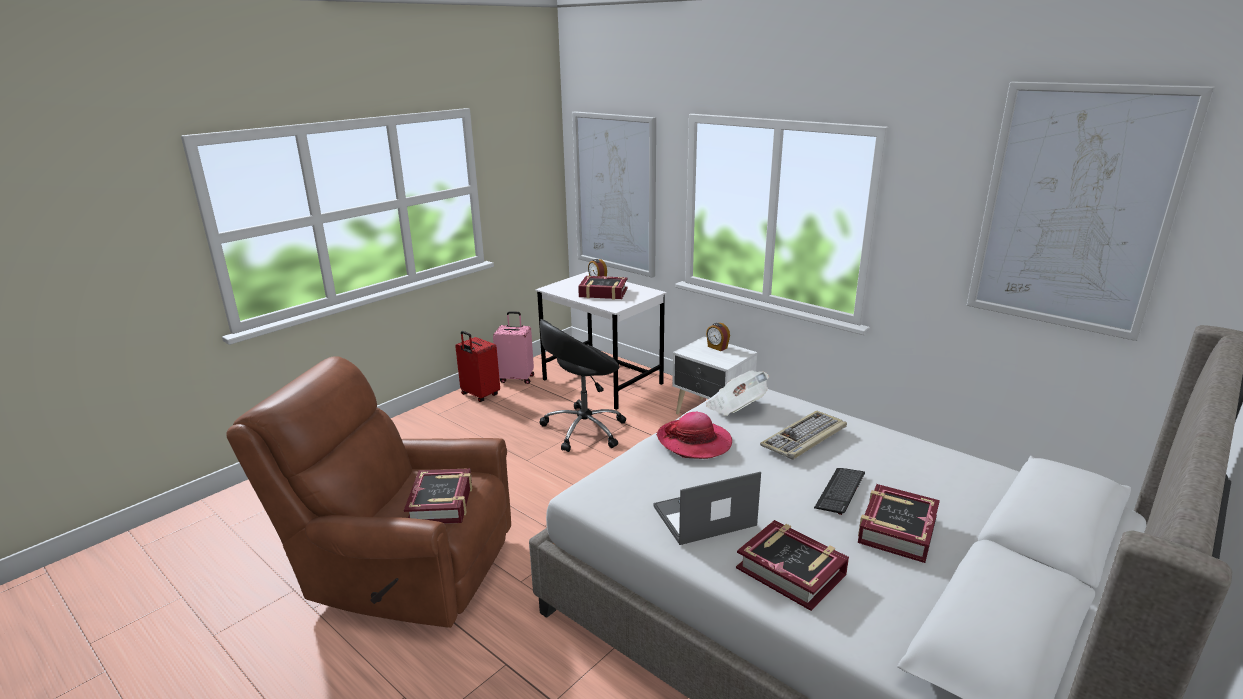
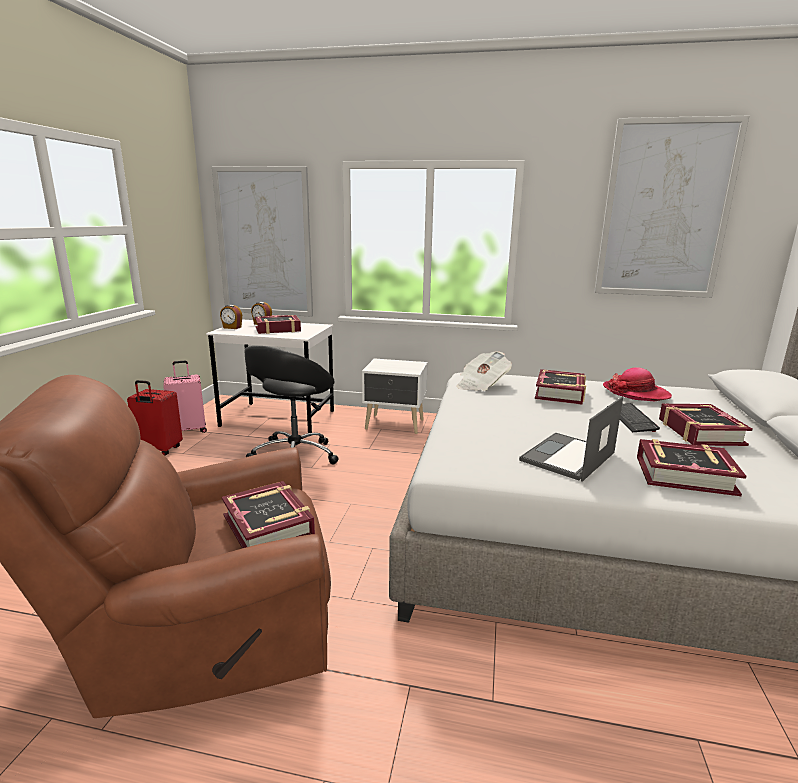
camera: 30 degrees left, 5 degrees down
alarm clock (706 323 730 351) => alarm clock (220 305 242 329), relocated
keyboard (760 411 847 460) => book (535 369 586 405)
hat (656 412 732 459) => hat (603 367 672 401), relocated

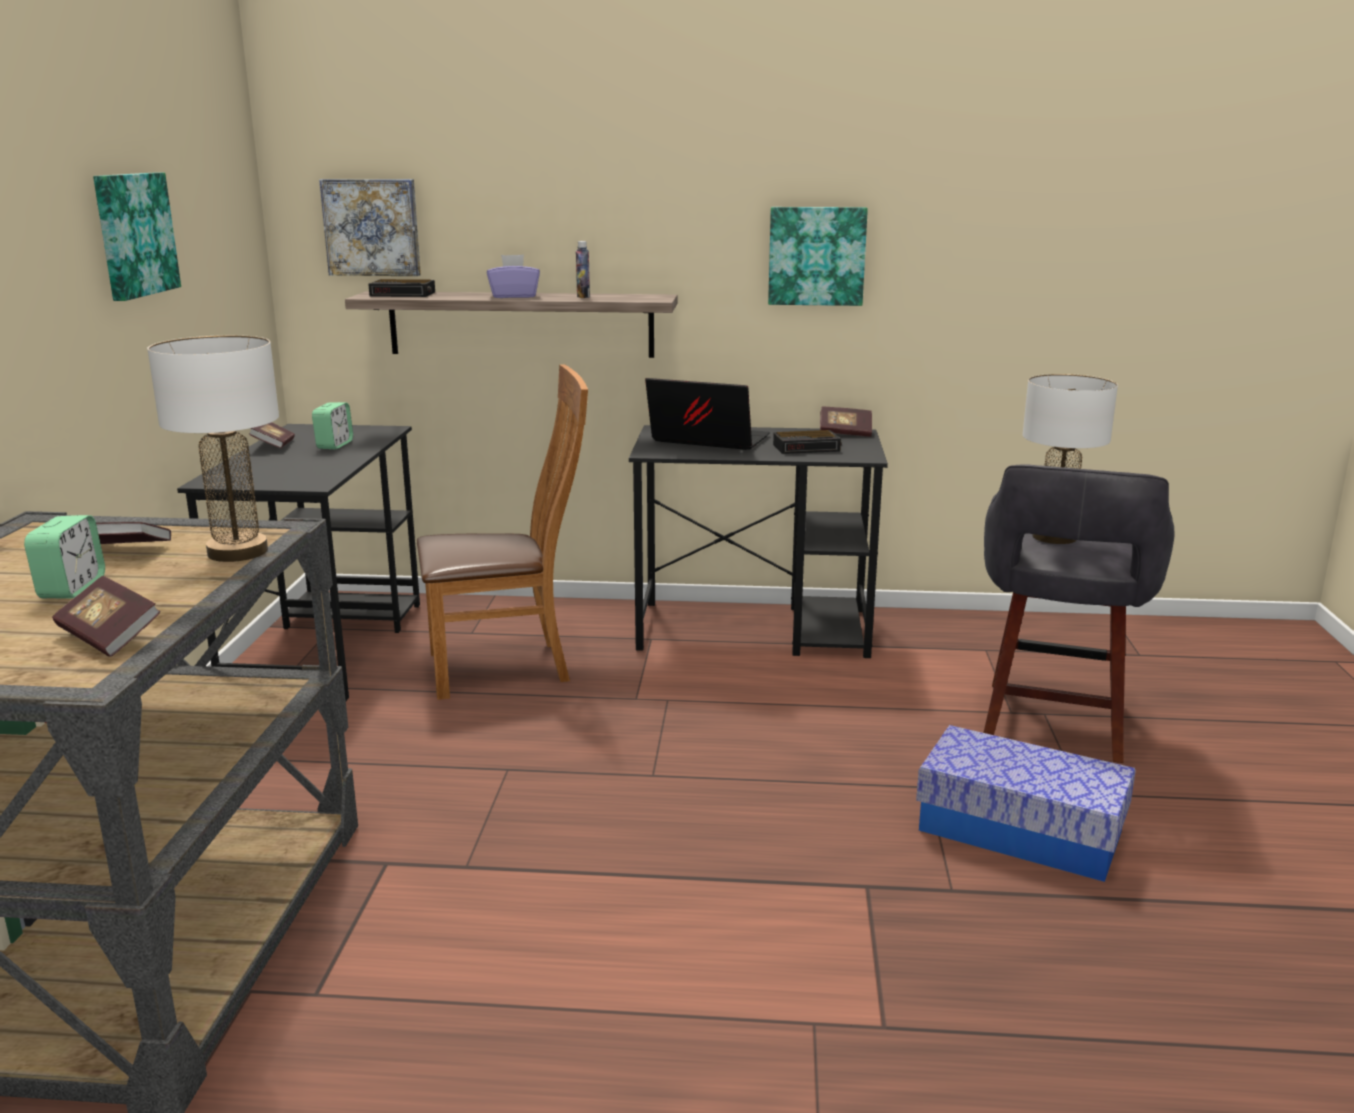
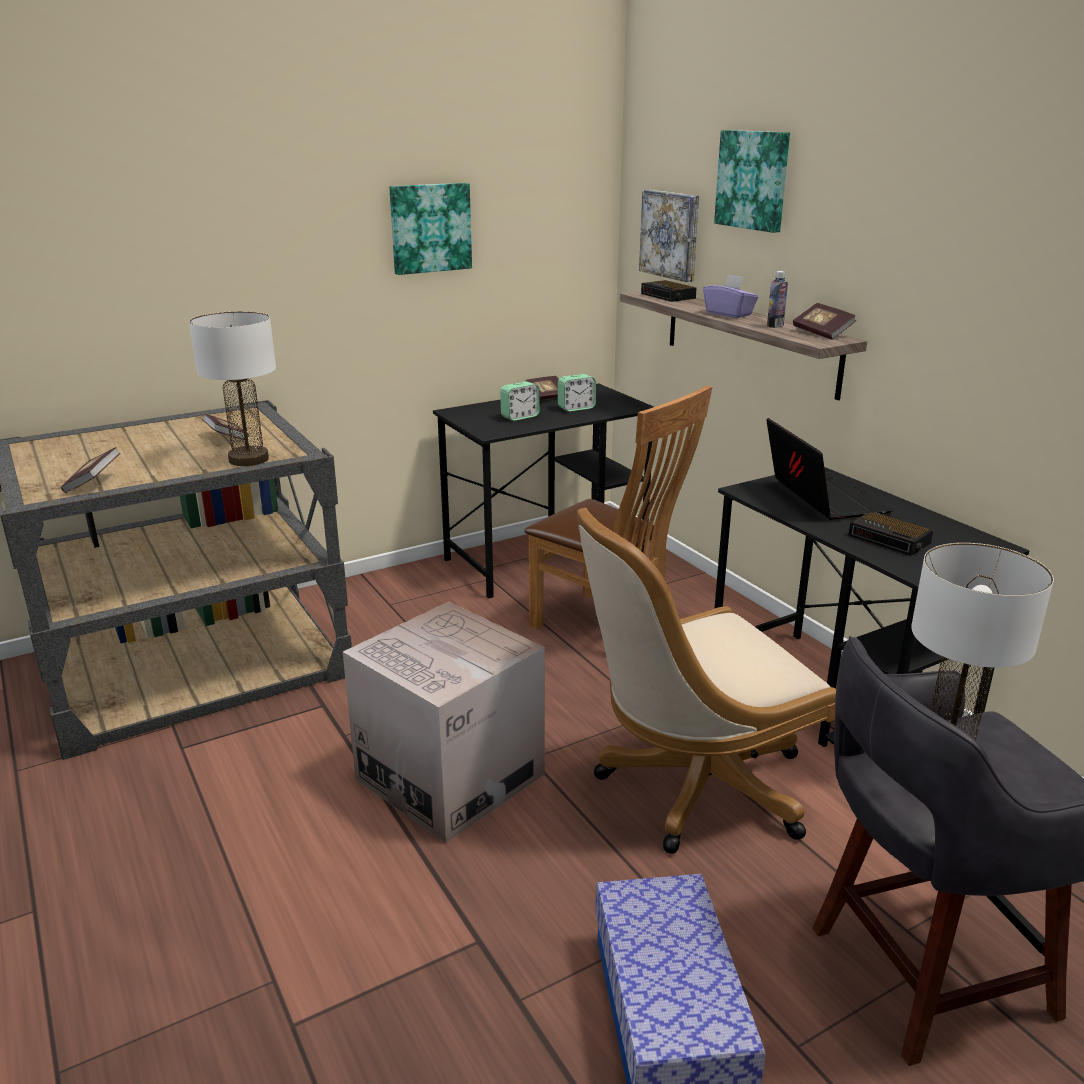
camera: 55 degrees right, 5 degrees up
nothing => cardboard box (343 602 545 843)
alarm clock (24 515 105 598) => alarm clock (500 381 540 421), relocated
nothing => office chair (577 508 836 854)
picture (768 207 868 306) => picture (714 130 790 233), relocated
book (820 407 872 437) => book (793 303 856 340), relocated

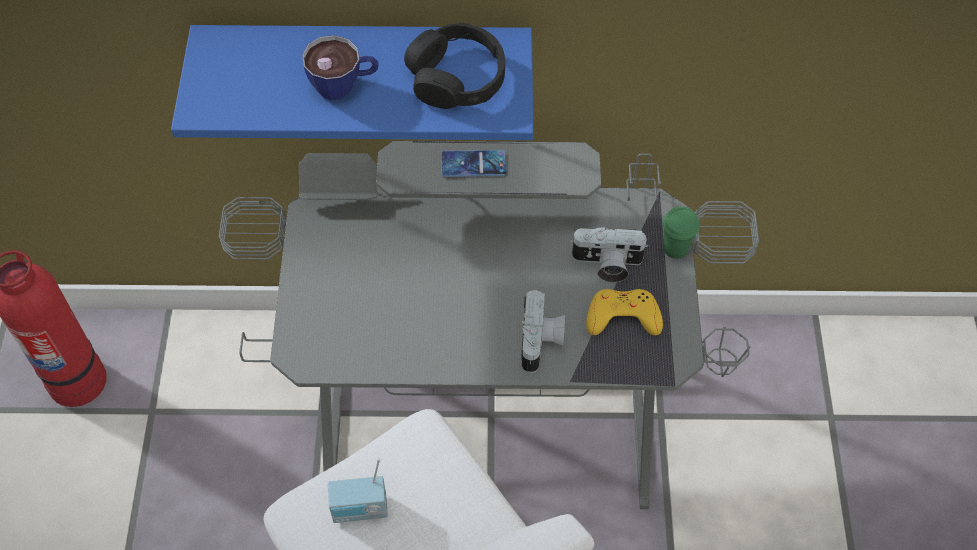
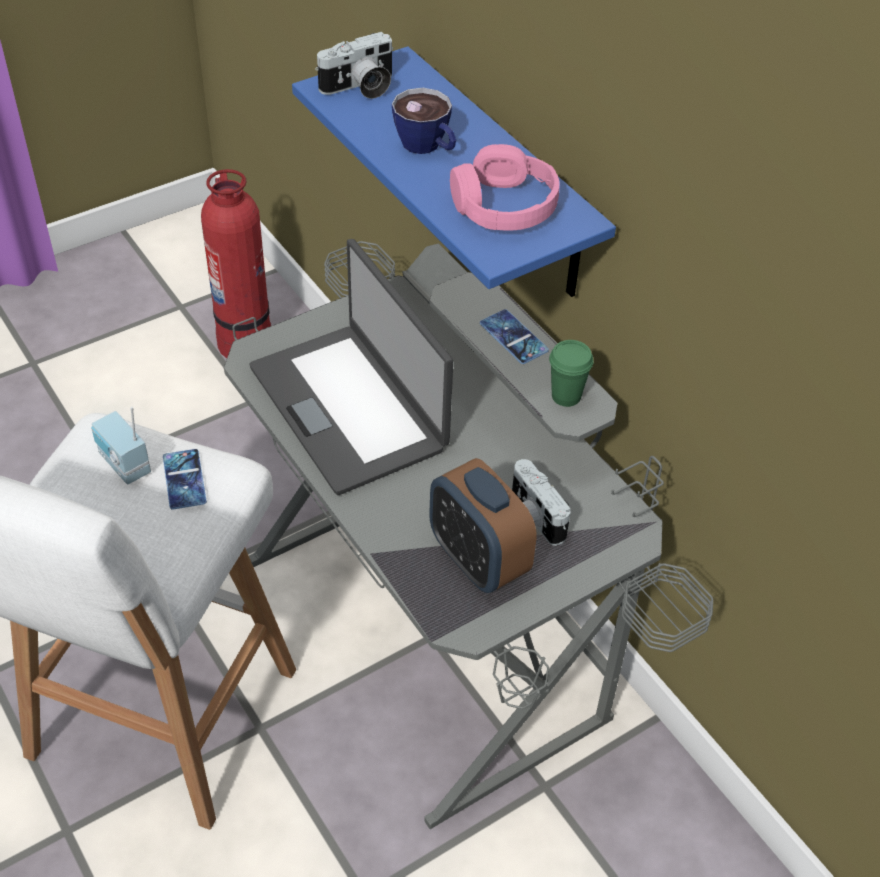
camera: 55 degrees right, 10 degrees down
nothing => phone (163 449 207 510)
nothing => laptop (250 239 453 495)
photo camera (521 290 565 373) => photo camera (315 32 393 99), relocated
game controller/yellow (586 289 663 335) => alarm clock (429 458 537 593)
headphones/black (404 23 505 109) => headphones/pink (450 144 560 231)
cup/green (663 207 700 259) => cup/green (549 340 593 407), relocated

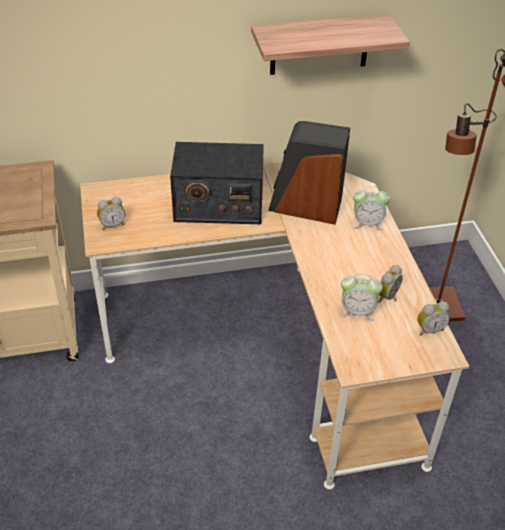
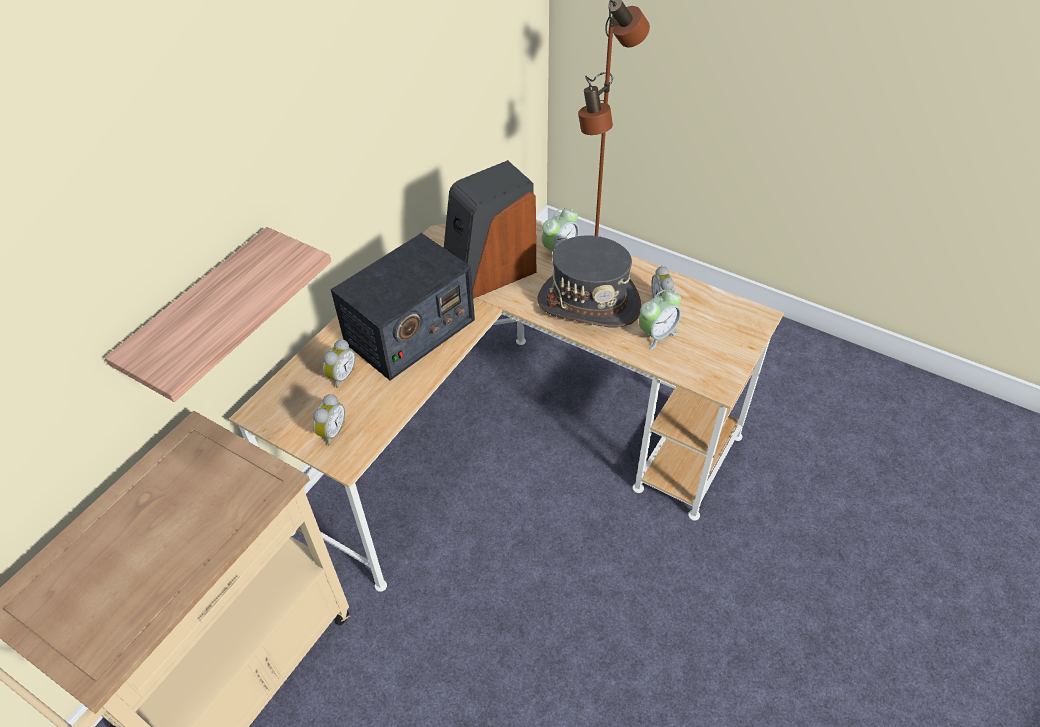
camera: 45 degrees left, 5 degrees up
shelf (251 15 410 75) => shelf (104 227 332 402), relocated
alarm clock (417 301 450 336) => alarm clock (323 339 356 388), relocated
nothing => hat/grey (537 235 641 327)

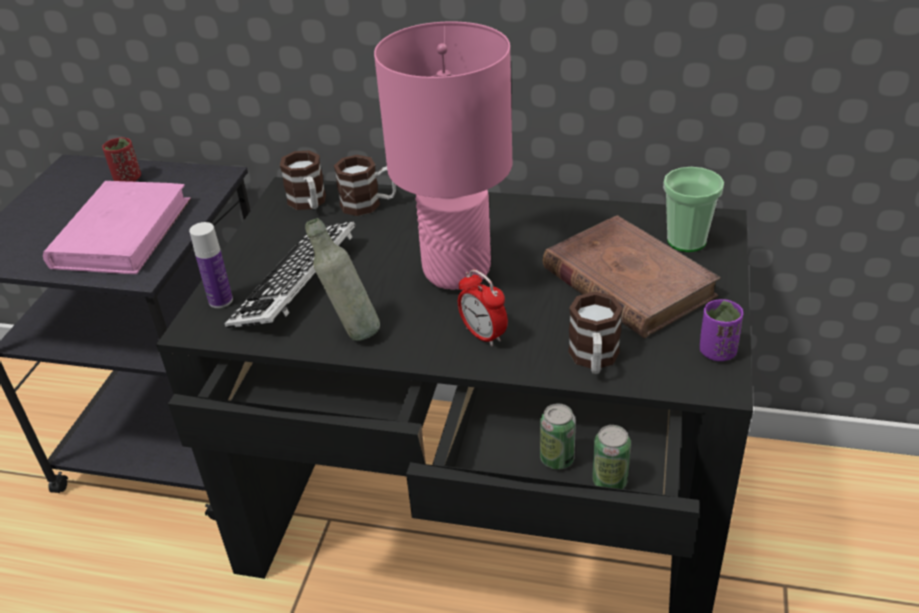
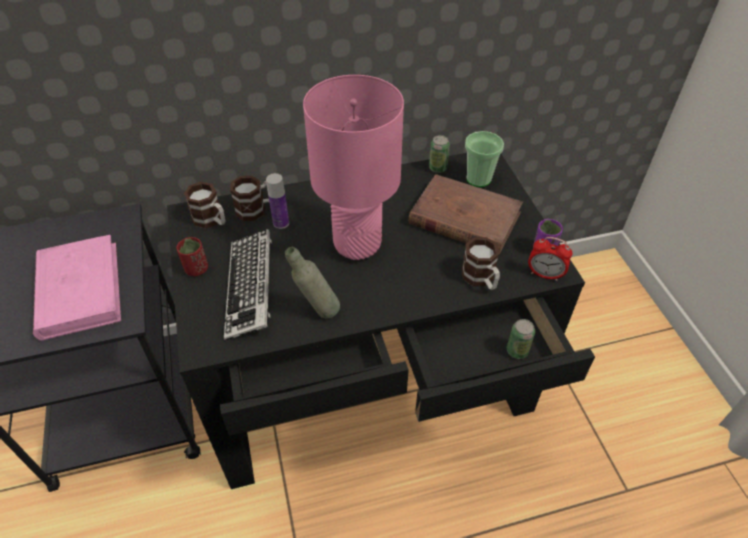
camera: 30 degrees left, 10 degrees up
cup/red (102 137 141 182) => cup/red (177 237 208 276), relocated
bottle (189 222 233 308) => bottle (266 173 289 229), relocated
can (540 404 576 469) => can (429 135 450 173), relocated
alarm clock (458 269 508 346) => alarm clock (528 237 572 281), relocated

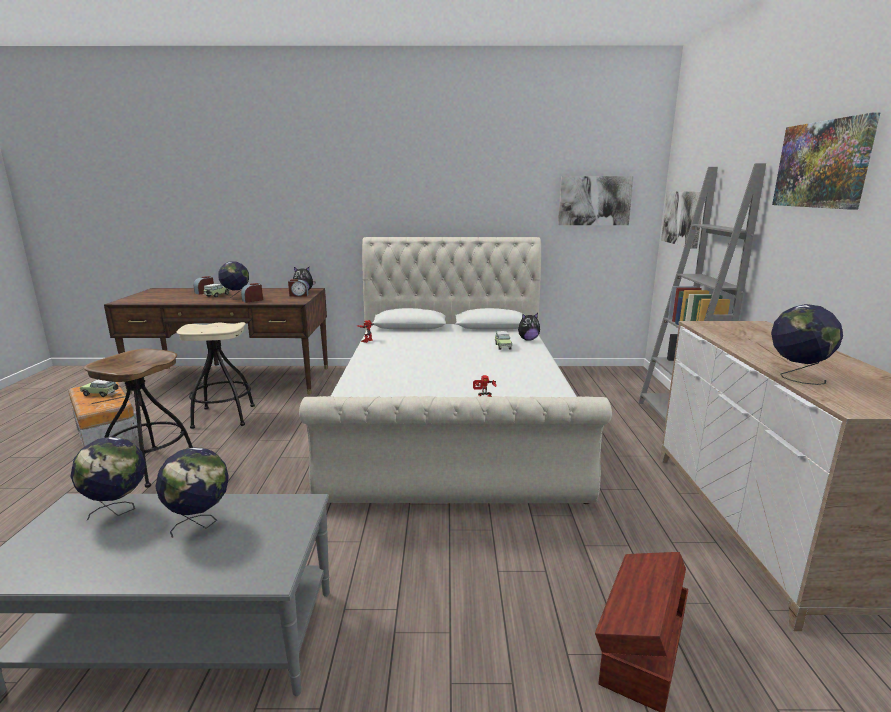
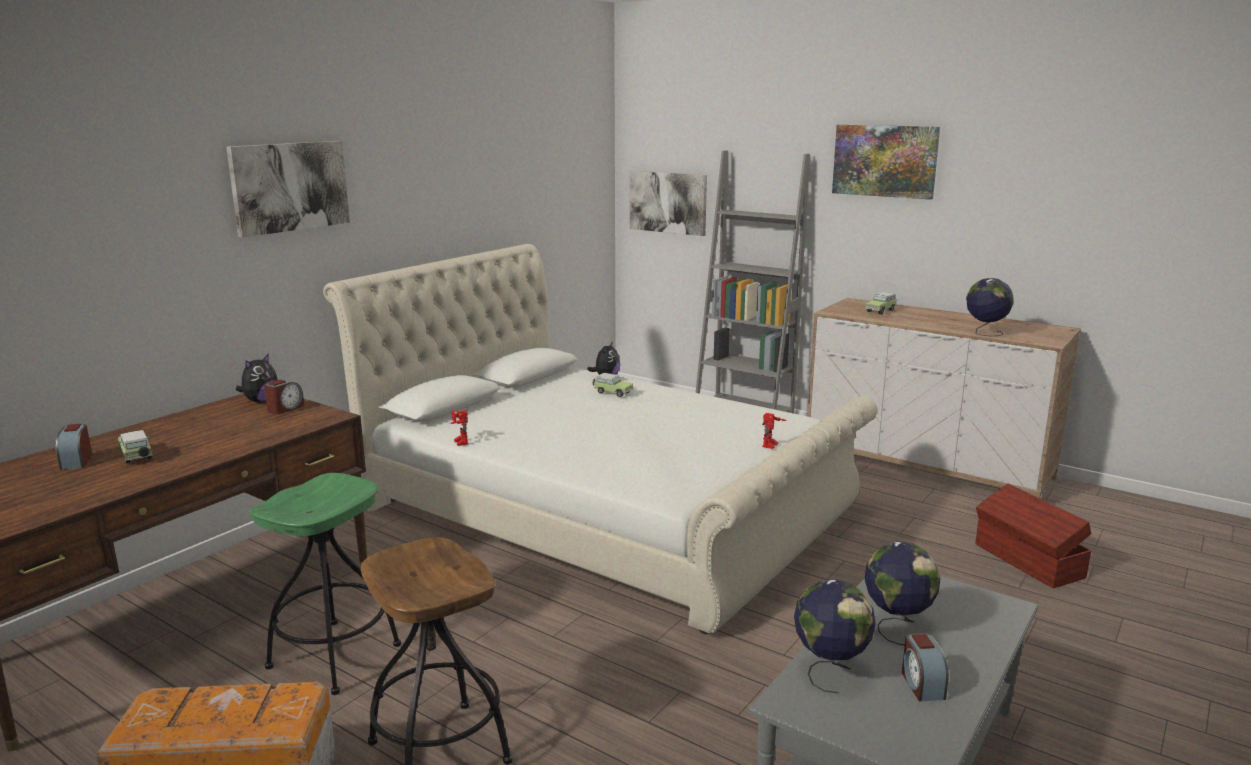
camera: 55 degrees left, 0 degrees up
picture (558 176 634 225) => picture (226 141 350 237), relocated
stool/beige (177 322 255 429) => stool/green (248 473 401 695)
toy car (80 380 119 397) => toy car (865 292 897 314), relocated
alarm clock (241 283 263 303) => alarm clock (902 633 949 701), relocated
globe (218 261 249 299) => nothing

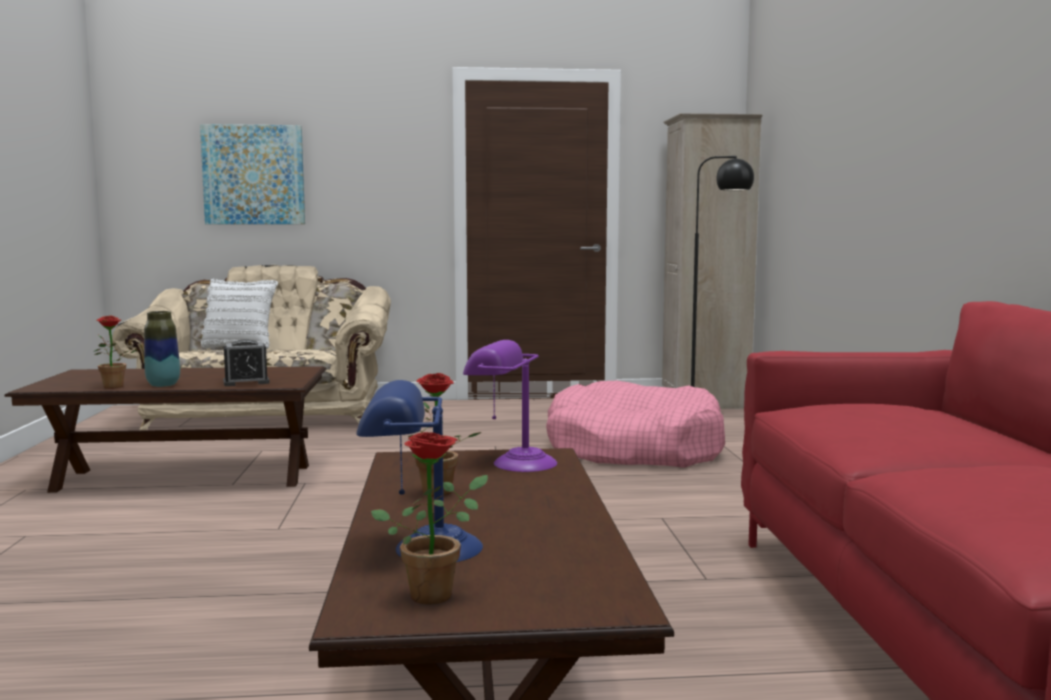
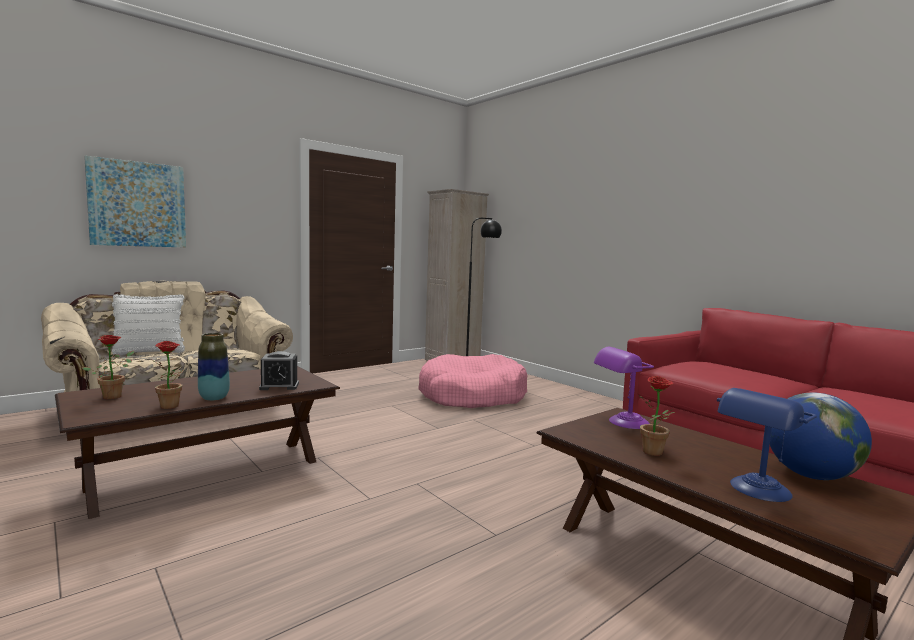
camera: 35 degrees left, 0 degrees up
potted plant (371 432 488 605) => potted plant (82 335 134 399), relocated
alarm clock (223 339 270 386) => alarm clock (259 351 299 390), 45 degrees clockwise
nothing => globe (770 393 872 480)

